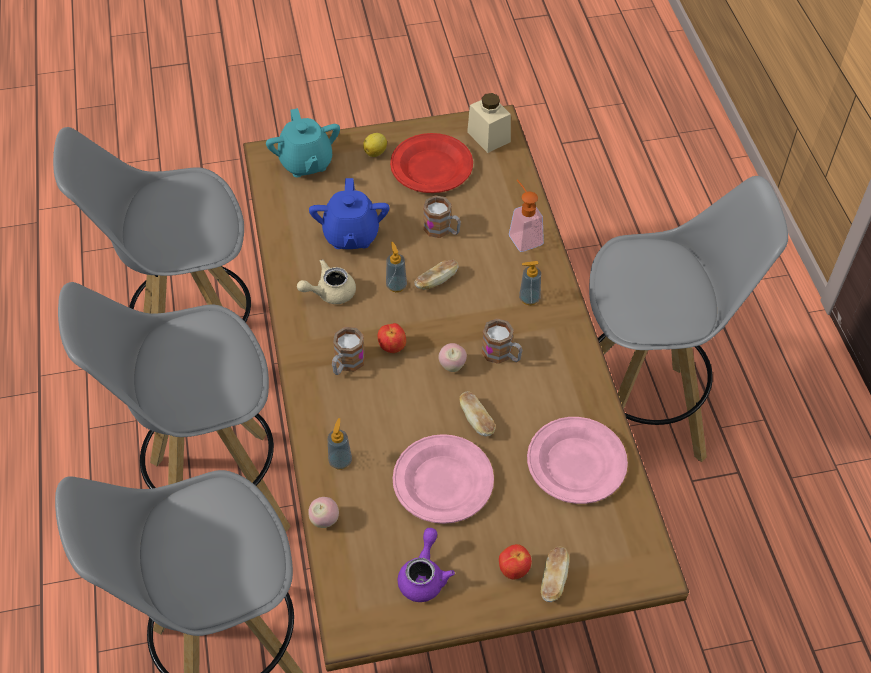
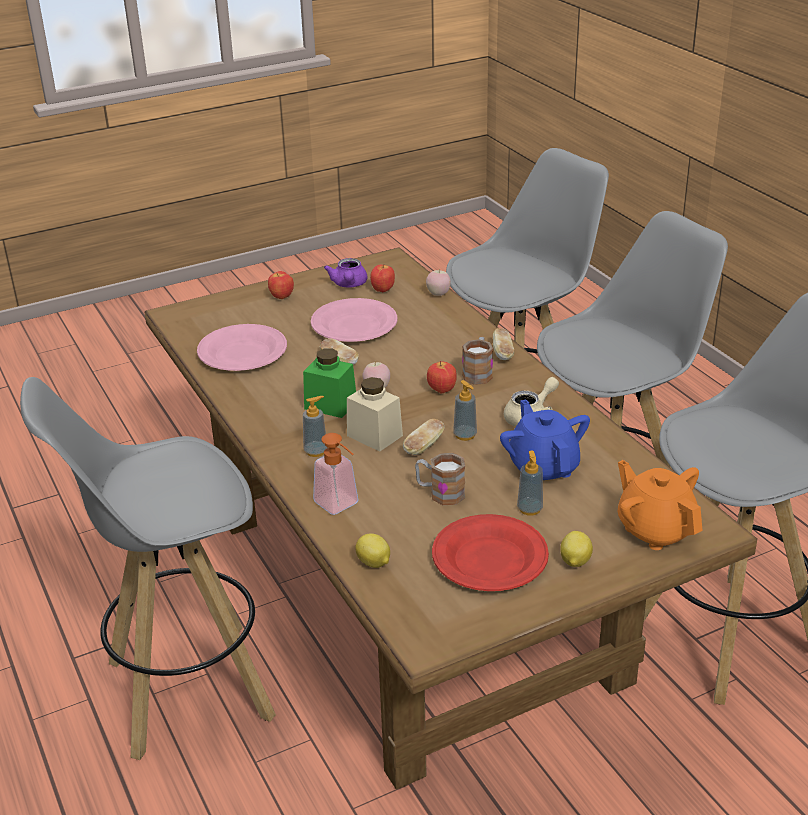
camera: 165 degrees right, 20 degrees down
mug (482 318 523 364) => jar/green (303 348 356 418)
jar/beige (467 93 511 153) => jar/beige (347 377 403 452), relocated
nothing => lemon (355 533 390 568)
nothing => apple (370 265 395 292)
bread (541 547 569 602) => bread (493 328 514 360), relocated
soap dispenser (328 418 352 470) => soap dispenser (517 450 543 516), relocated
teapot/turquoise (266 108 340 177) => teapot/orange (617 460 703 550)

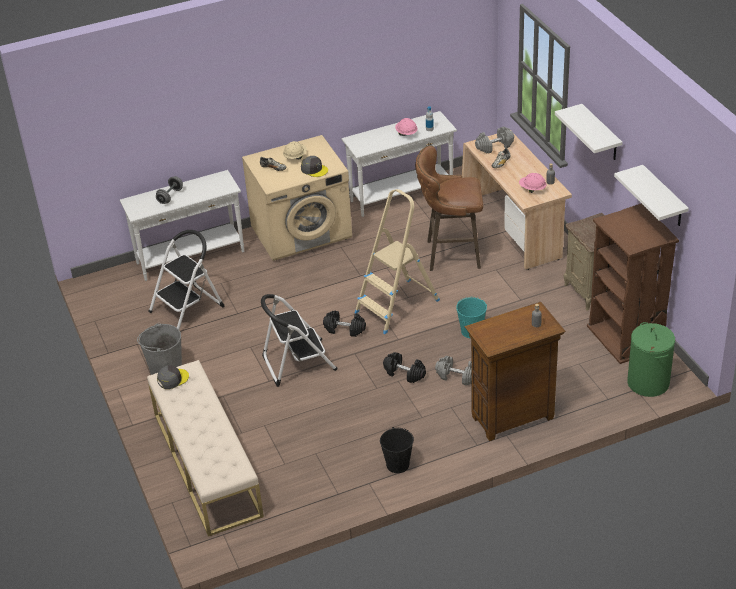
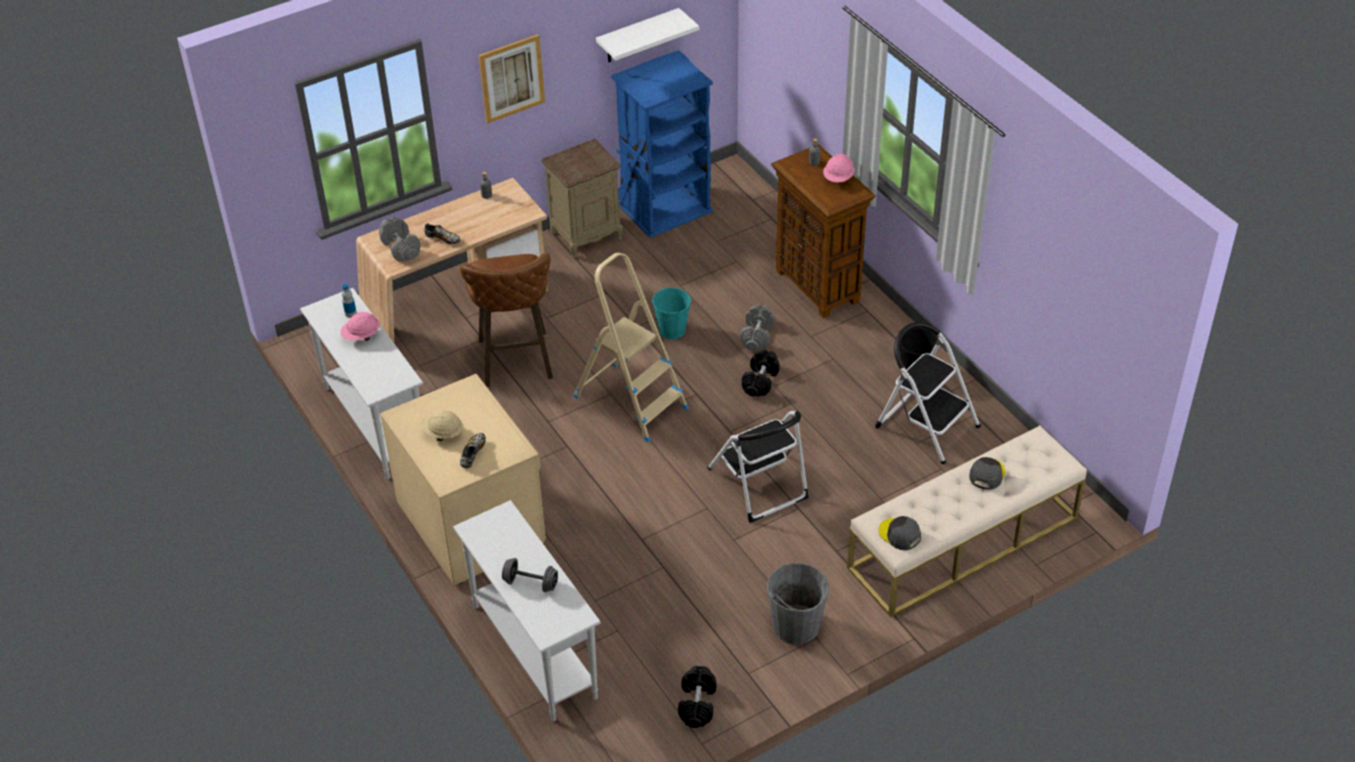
camera: 100 degrees left, 5 degrees up
shelf/white (555 104 623 160) => picture (479 34 545 124)
bookcase/brown (587 204 679 364) => bookcase/blue (611 50 713 238)
dumbbell/black (323 311 366 337) => dumbbell/black (678 666 716 728), relocated
hard hat/pink (519 173 546 193) => hard hat/pink (823 154 855 182), relocated
step ladder (148 230 224 329) => step ladder (875 322 981 464), relocated
cap/grey (301 156 328 177) => cap/grey (969 457 1005 490), relocated
laundry basket/green (627 322 675 397) => nothing

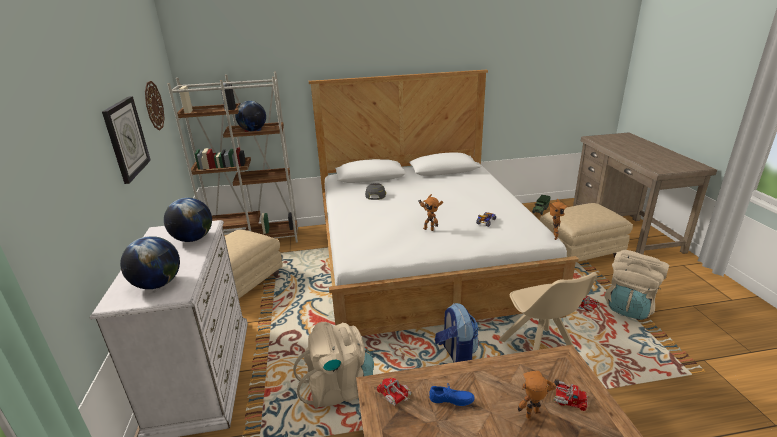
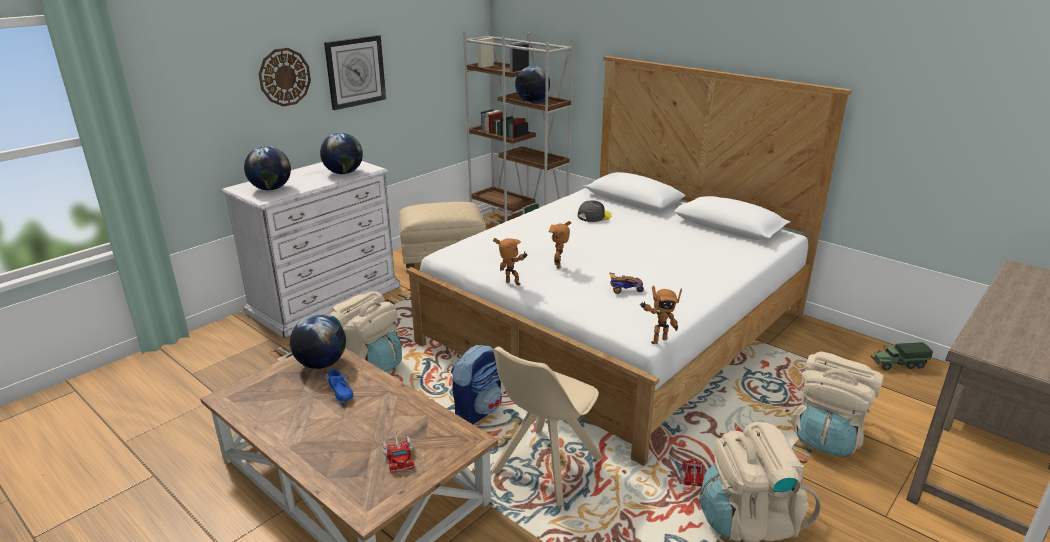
camera: 50 degrees right, 0 degrees up
wall clock (145 81 165 130) => wall clock (259 48 311 107), relocated
toy truck (377 377 412 406) => globe (290 315 346 369)
toy robot (518 371 560 419) => toy robot (493 238 527 285), relocated
ottoman/beige (540 203 633 262) => backpack/beige (791 351 884 457)

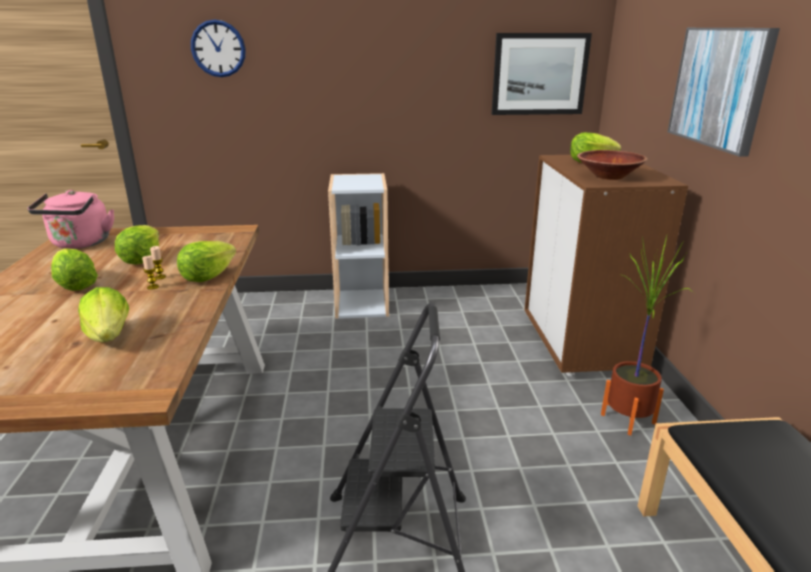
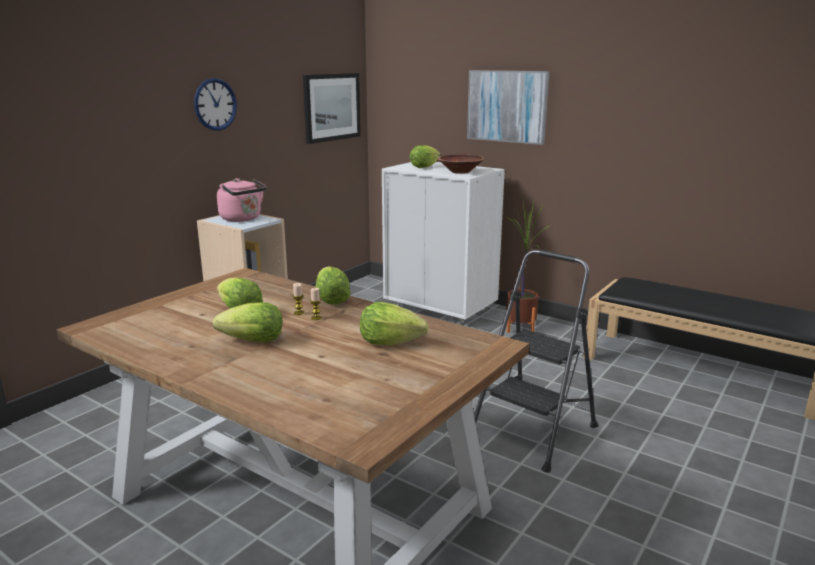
camera: 50 degrees left, 5 degrees down
wall clock (191 19 246 77) => wall clock (194 78 237 131), relocated
kettle/pink (27 190 114 249) => kettle/pink (217 178 267 222), relocated
cabinet/brown (525 155 688 377) => cabinet/white (382 162 505 323)

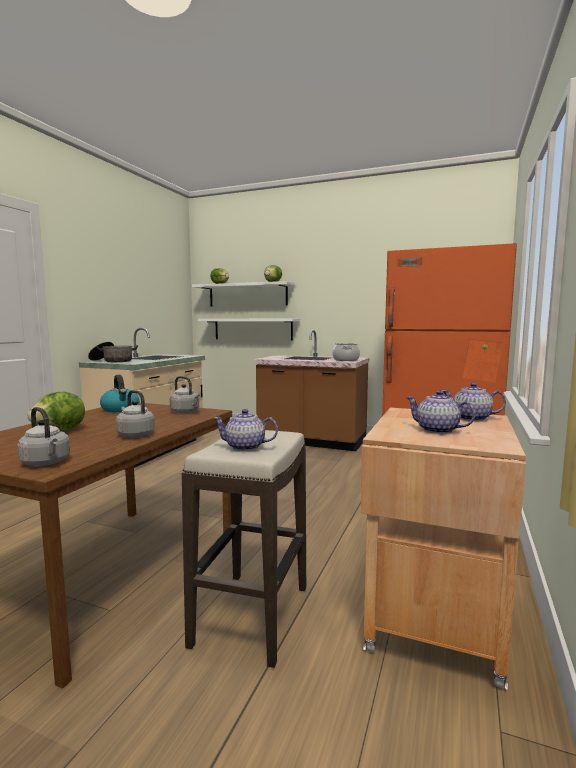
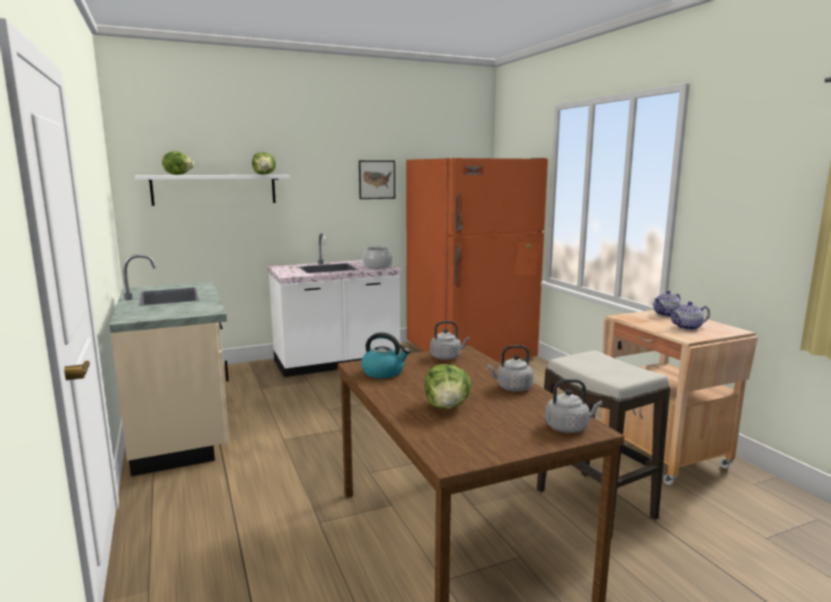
camera: 45 degrees left, 5 degrees up
counter/brown (253 330 369 451) => counter/white (267 233 403 377)
nothing => picture (359 160 395 199)
cooking pot (88 342 138 362) => nothing
shelf/white (198 318 300 340) => nothing
teapot (213 409 278 451) => nothing

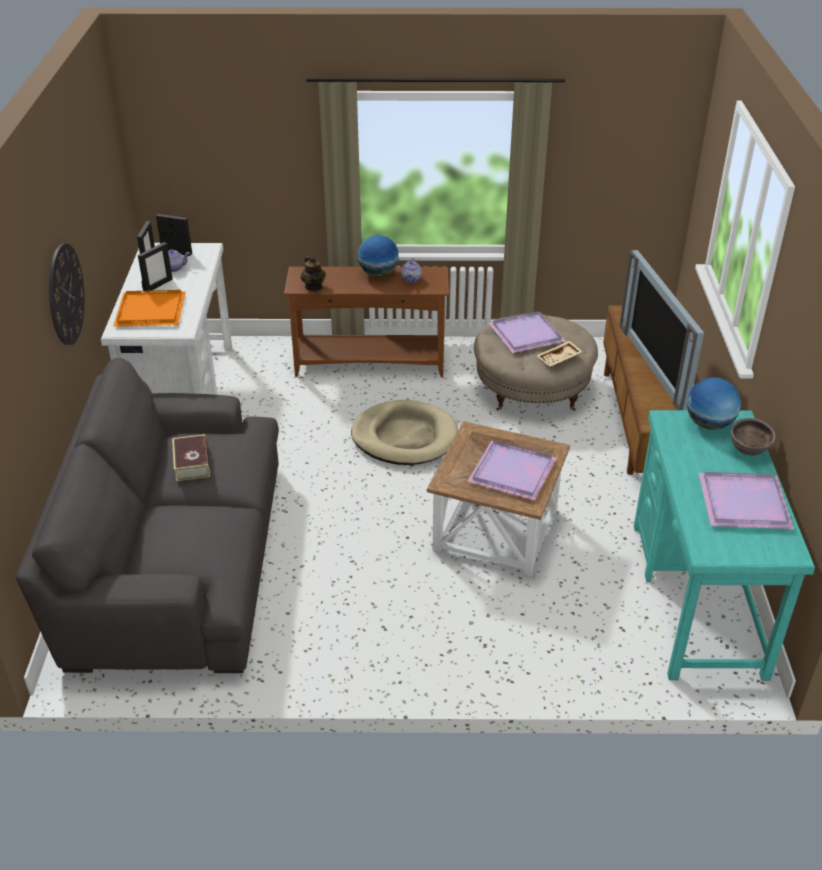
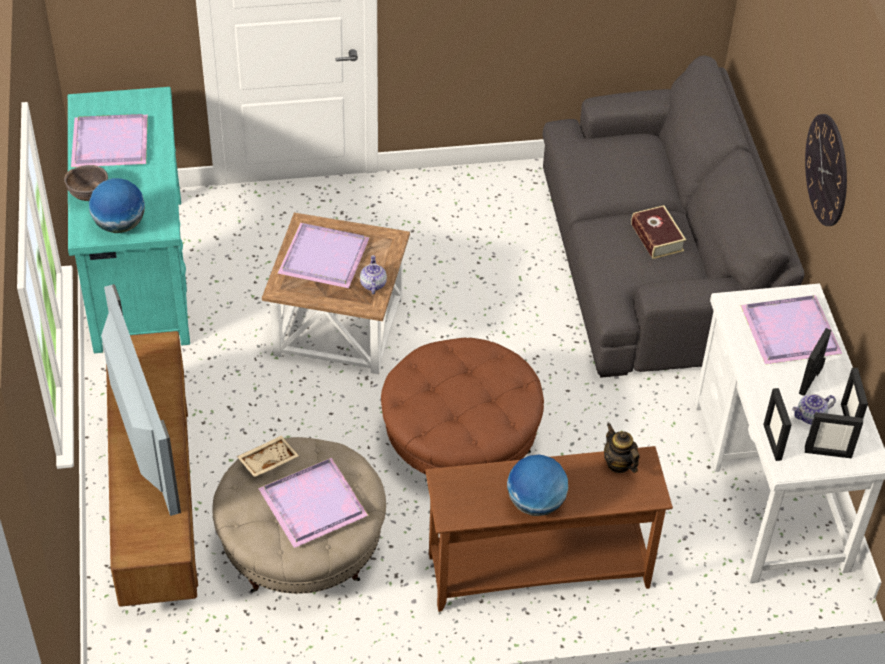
camera: 170 degrees right, 10 degrees up
teapot (401 258 422 283) => teapot (360 255 387 294), relocated
dog bed/beige (351 400 458 465) => ottoman/brown (381 338 544 474)
tray/orange (113 290 186 327) => tray/purple (740 295 842 365)
nothing => picture frame (763 388 792 461)

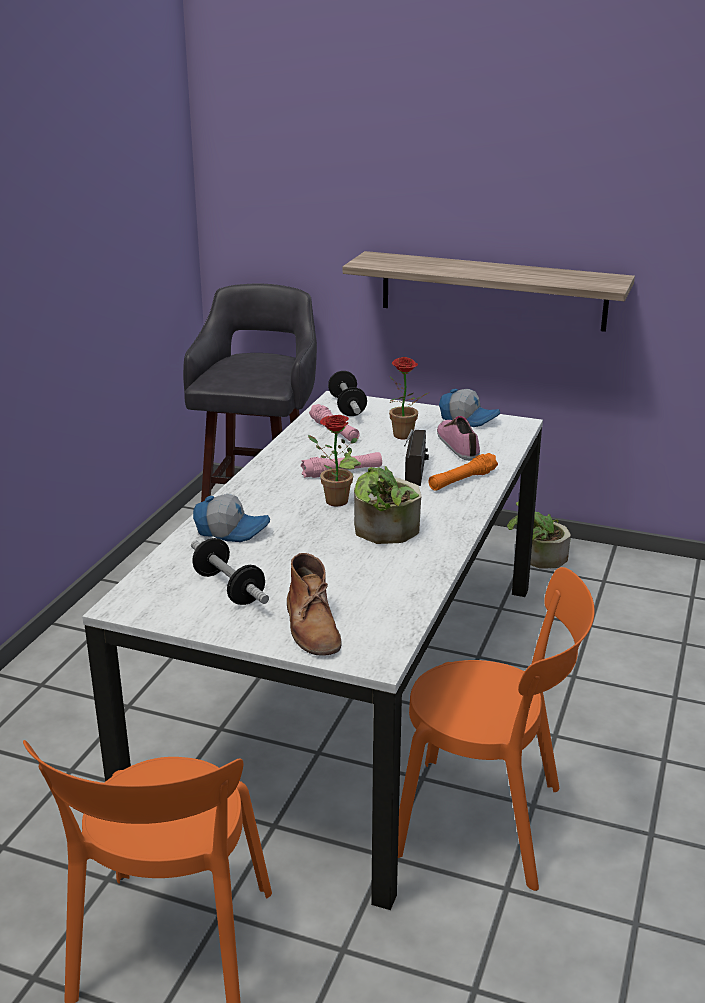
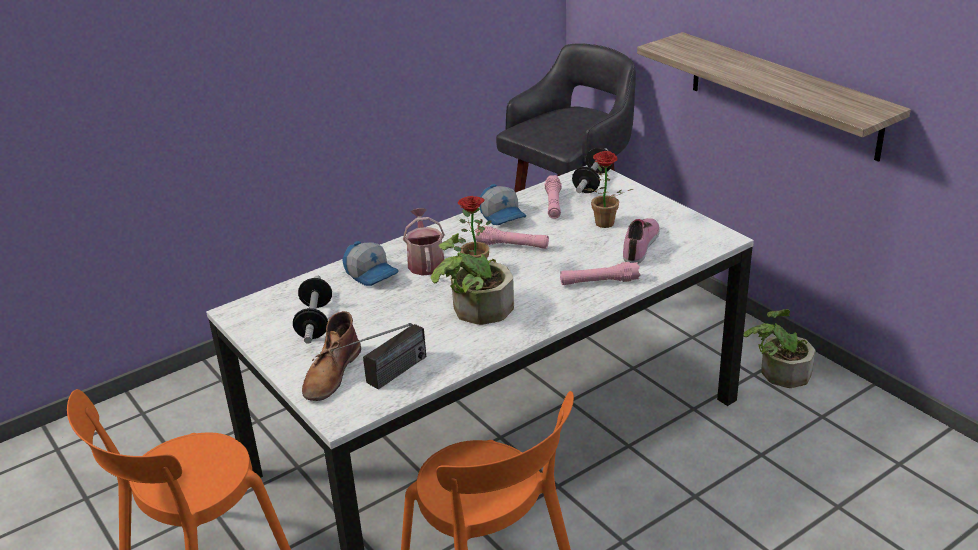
camera: 35 degrees right, 5 degrees up
radio (404 429 429 486) => radio (331 323 426 390), relocated
nothing => watering can (403 208 445 276)
cap (439 389 500 427) => cap (480 184 526 225), relocated
flashlight/orange (428 453 498 491) => flashlight/pink (560 262 641 285)

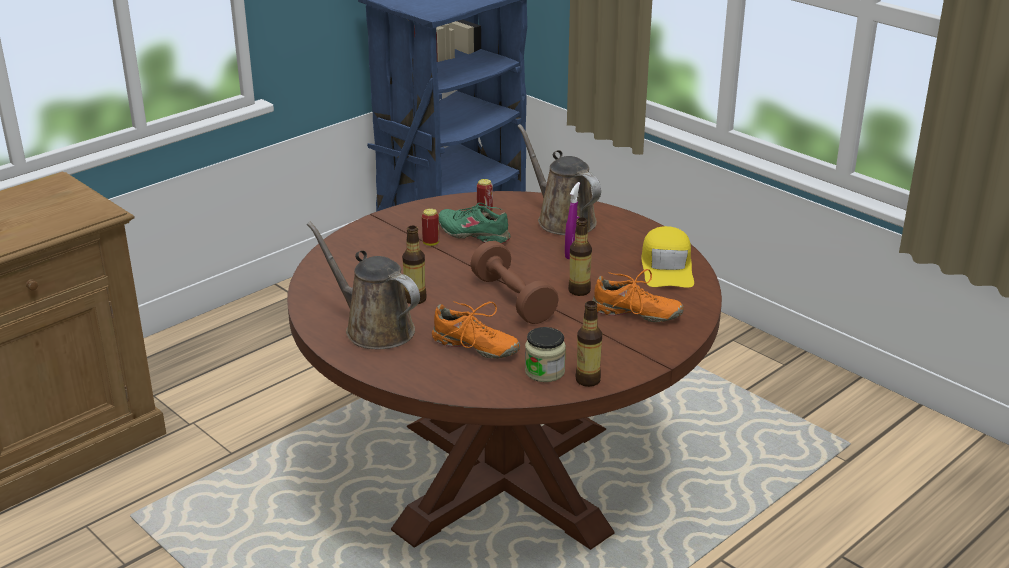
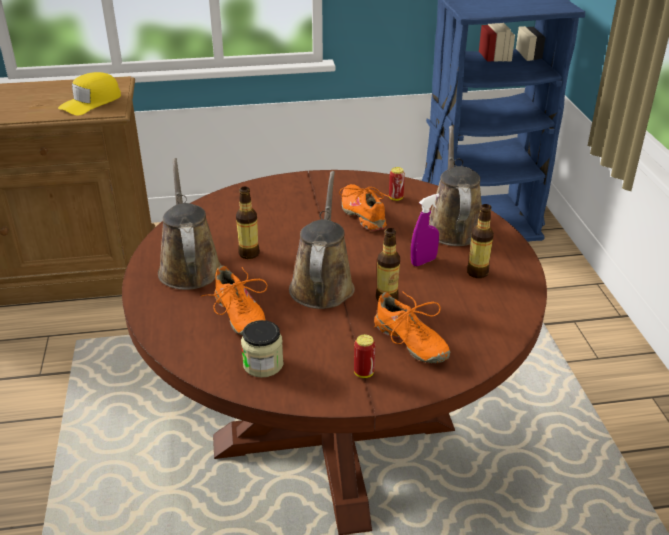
camera: 35 degrees right, 5 degrees up
cap/yellow (641 226 694 288) => cap/yellow (58 72 121 116), relocated
dumbbell/brown (470 241 559 324) => watering can/brown (289 171 355 309)
shoe/green (438 203 511 244) => shoe/orange (339 184 394 231)
can (422 209 439 246) => can (354 334 375 378), relocated
bottle (575 301 602 387) => bottle (467 204 494 278), relocated

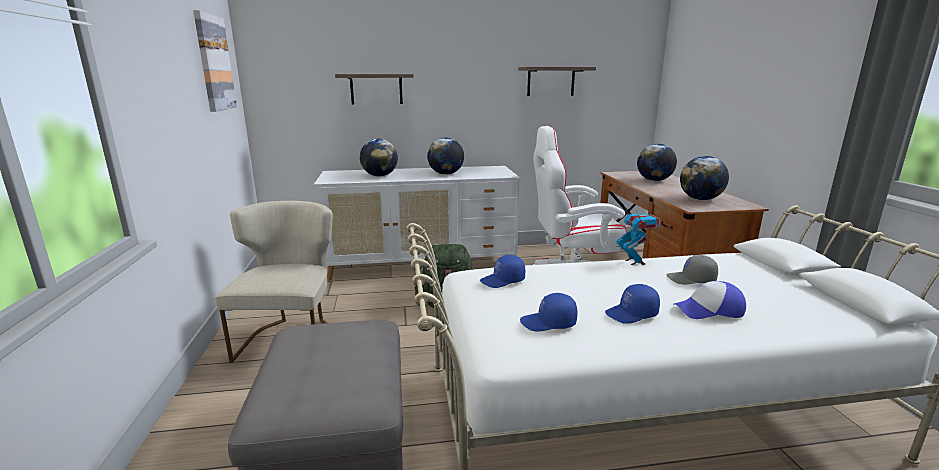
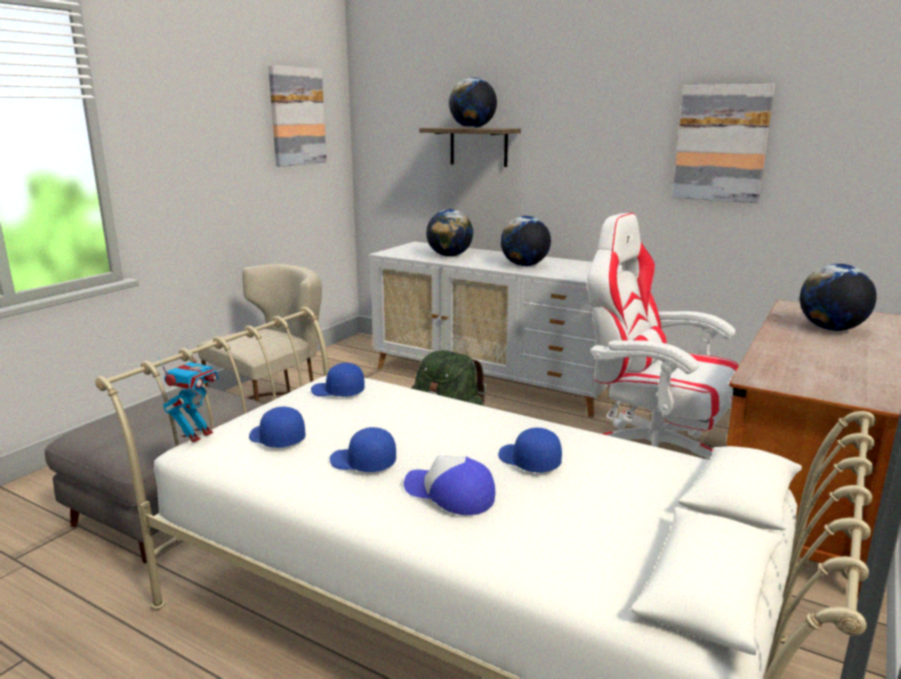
camera: 40 degrees right, 0 degrees up
toy robot (616 205 660 265) => toy robot (158 345 218 442), relocated
globe (680 156 729 200) => globe (449 77 497 128), relocated
cap/grey (666 255 718 284) => cap/blue (498 428 562 473)
shelf (518 67 596 96) => picture (672 84 775 203)

